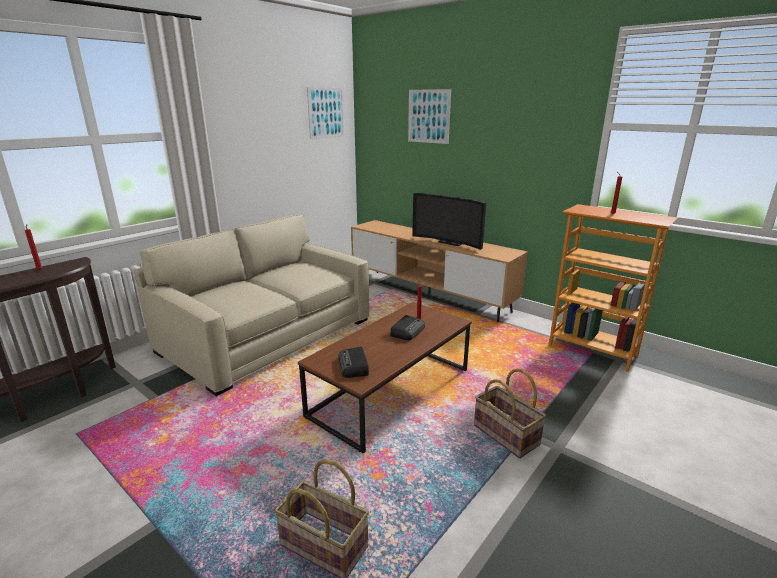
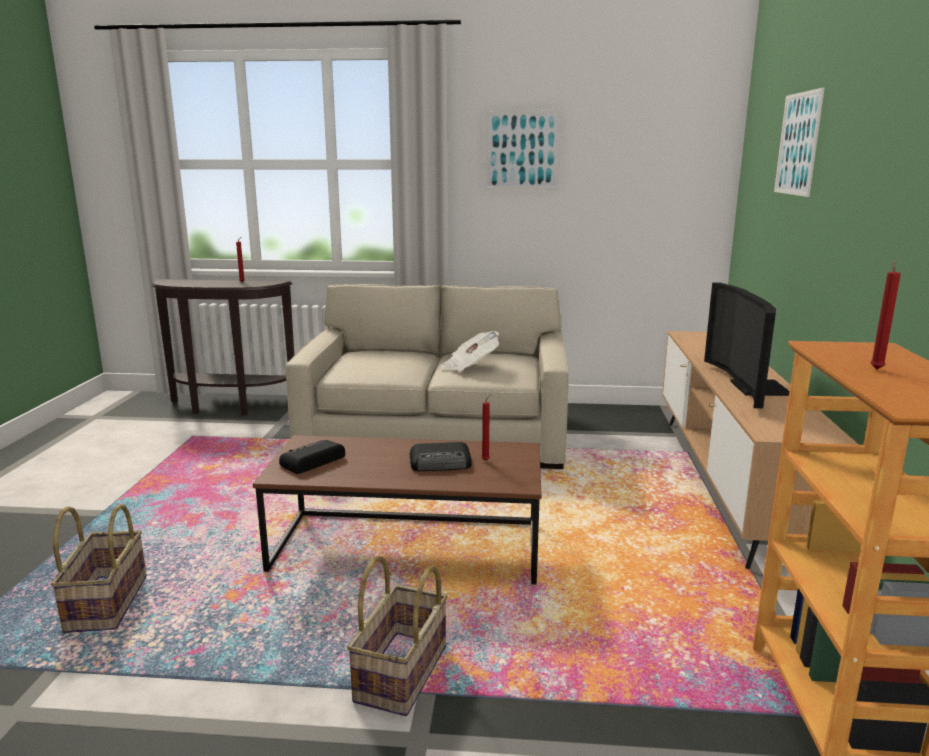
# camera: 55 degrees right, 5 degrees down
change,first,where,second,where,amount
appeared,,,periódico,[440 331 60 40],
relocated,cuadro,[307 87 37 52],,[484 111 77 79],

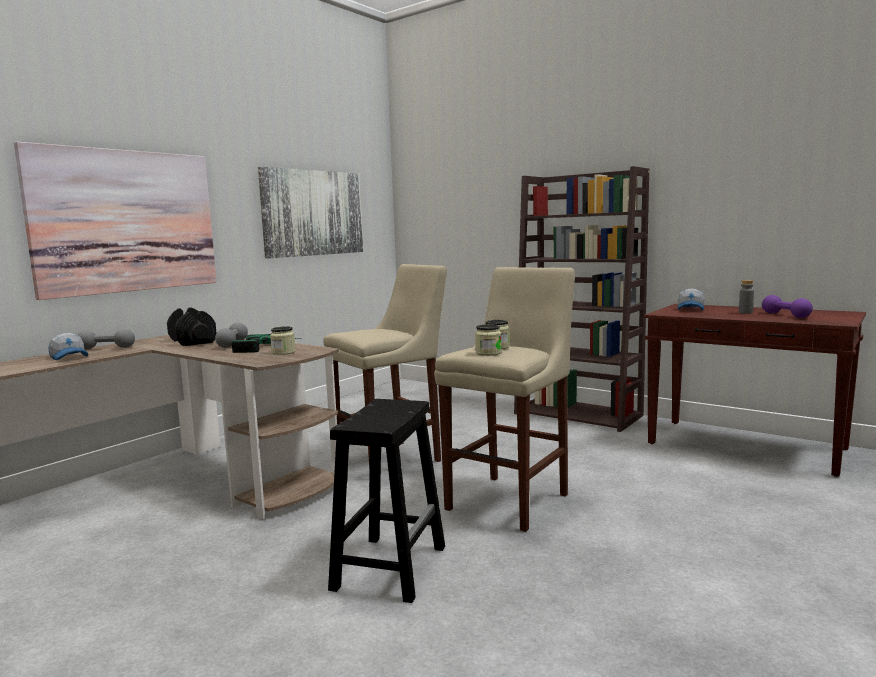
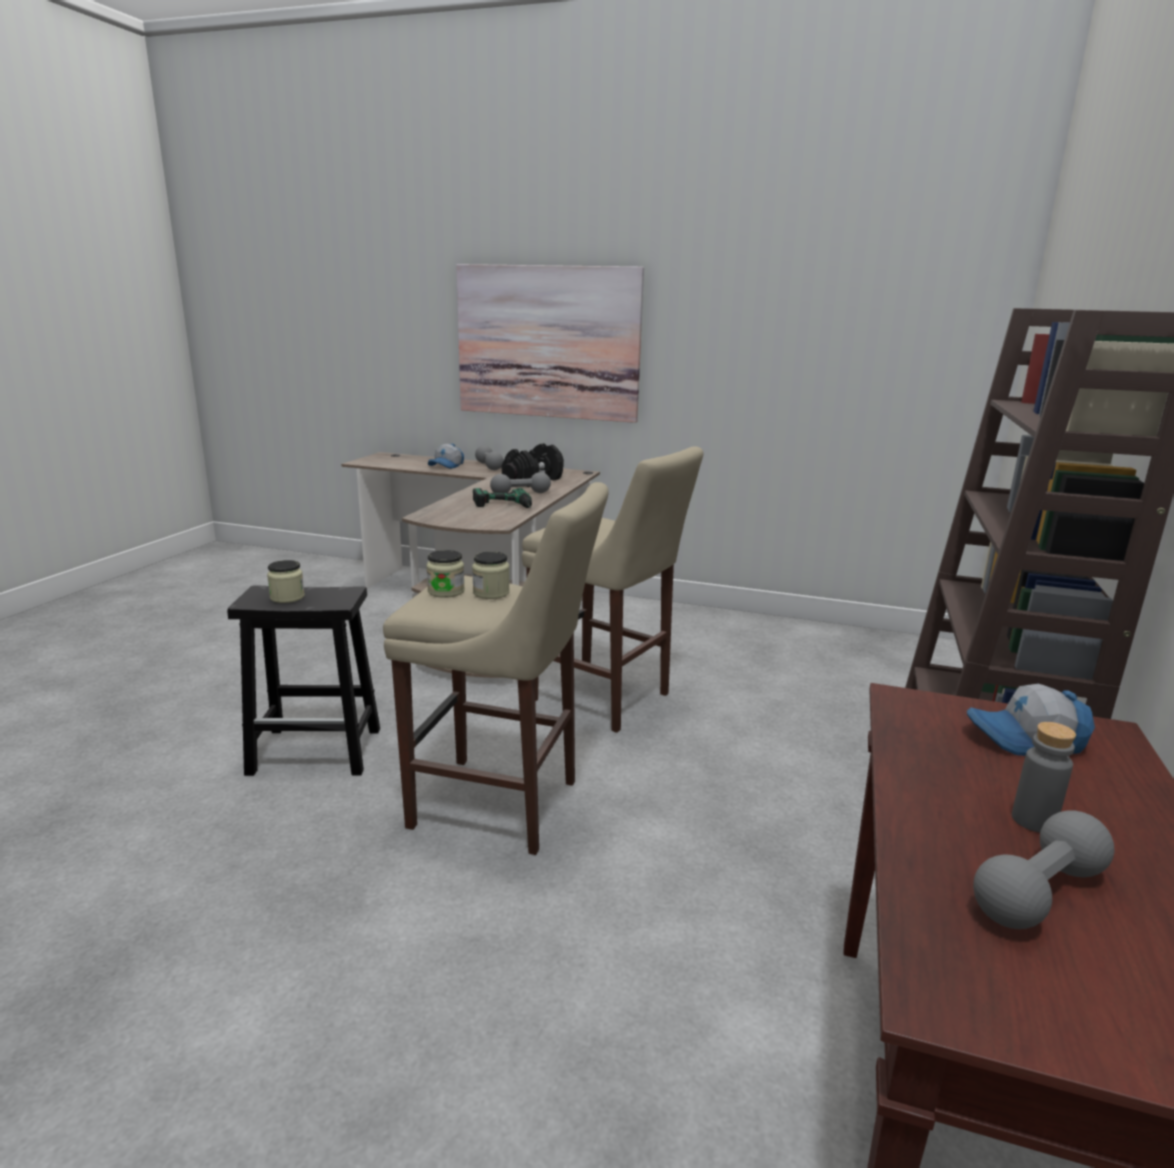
# camera: 70 degrees right, 10 degrees up
change,first,where,second,where,amount
missing,cuadro,[258 167 105 92],,,
relocated,tarro,[270 326 26 29],,[267 560 38 43],
colour,mancuerna [morado],[762 295 51 23],mancuerna [gris],[973 810 141 119],

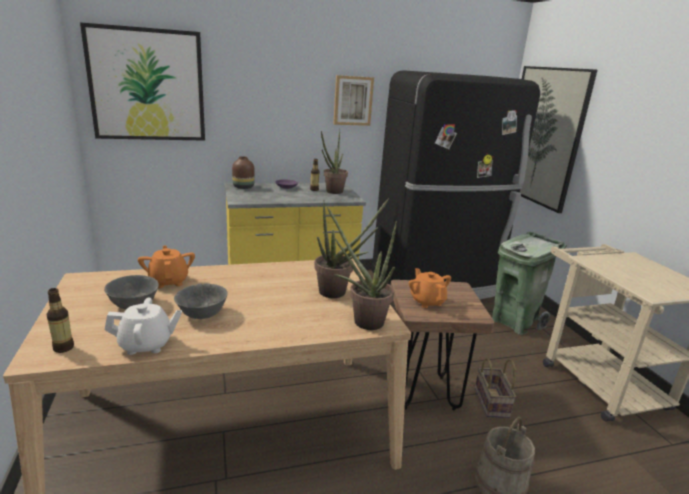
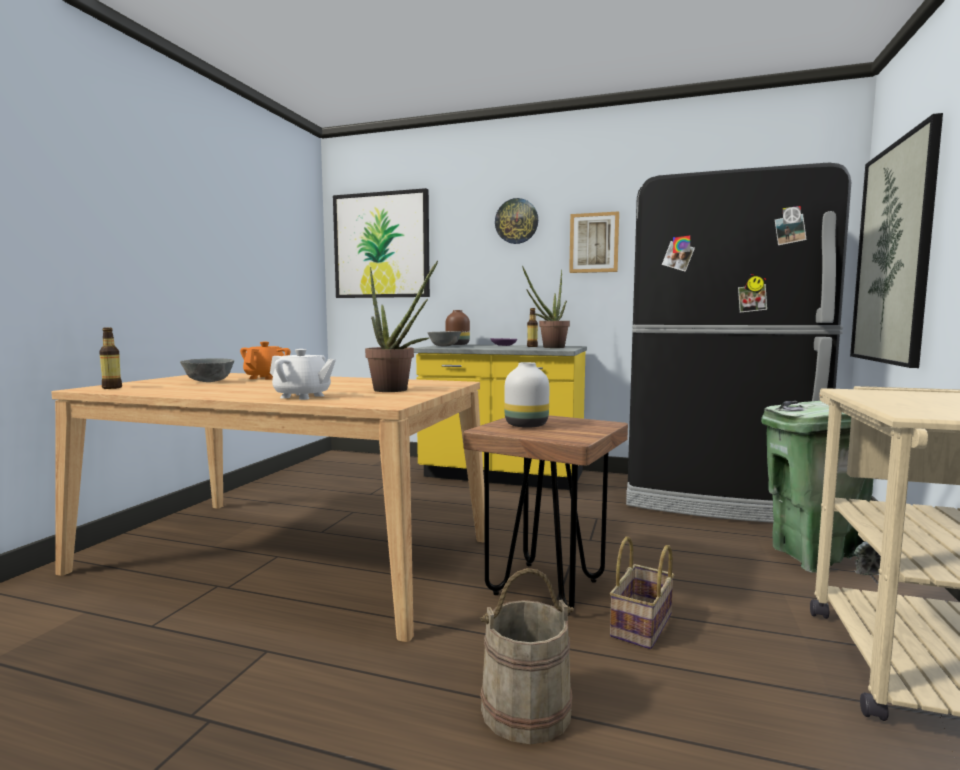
# camera: 35 degrees right, 15 degrees down
change,first,where,second,where,amount
missing,planta en maceta,[327 207 70 123],,,
appeared,,,reloj de pared,[495 198 43 46],
relocated,tetera [blanco],[105 297 77 58],,[270 349 66 51],
relocated,cuenco [gris],[174 283 54 36],,[427 331 35 16],
exchanged,tetera [naranja],[409 268 42 40],florero [blanco],[504 362 45 66],

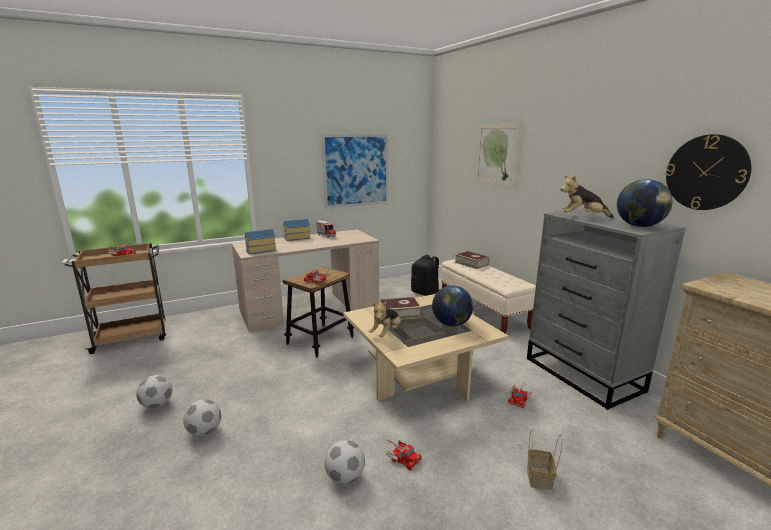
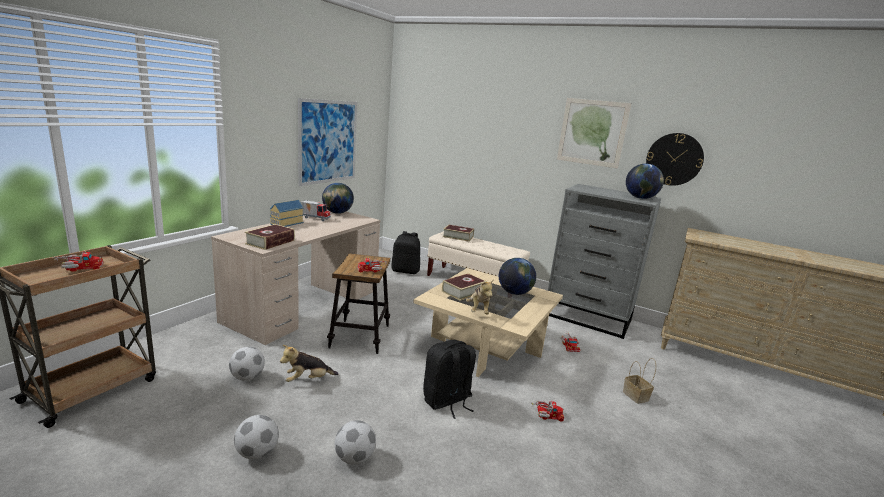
# camera: 35 degrees left, 0 degrees up
change,first,where,second,where,amount
appeared,,,globo terráqueo,[322 183 32 31],
appeared,,,mochila [negro],[423 340 53 79],
relocated,balón de fútbol,[325 440 40 44],,[229 347 36 34],
relocated,cuadro,[475 124 46 64],,[557 98 74 70],
relocated,peluche,[561 175 53 43],,[280 345 58 37],
exchanged,casita,[245 229 31 26],libro,[245 224 50 26],

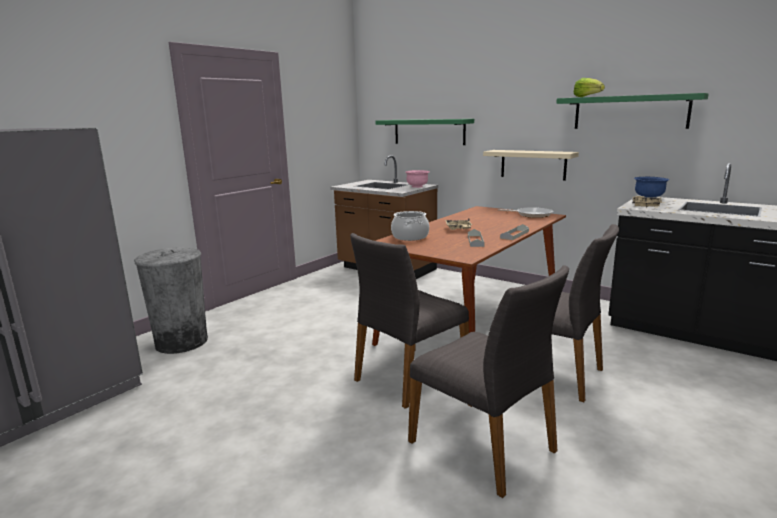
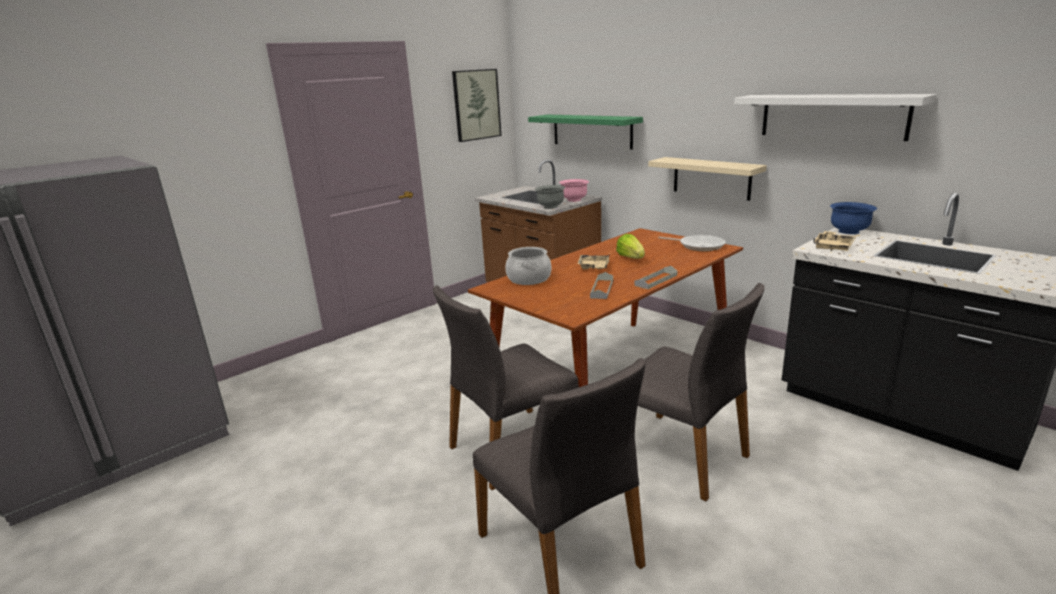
# camera: 10 degrees right, 5 degrees up
change,first,where,second,where,amount
missing,papelera [gris],[134 247 74 107],,,
appeared,,,cuadro,[452 69 50 73],
appeared,,,cuenco [gris],[534 185 32 24],
relocated,lechuga,[573 78 32 19],,[616 234 29 25],
colour,estante [verde],[556 93 153 36],estante [blanco],[734 94 203 47],

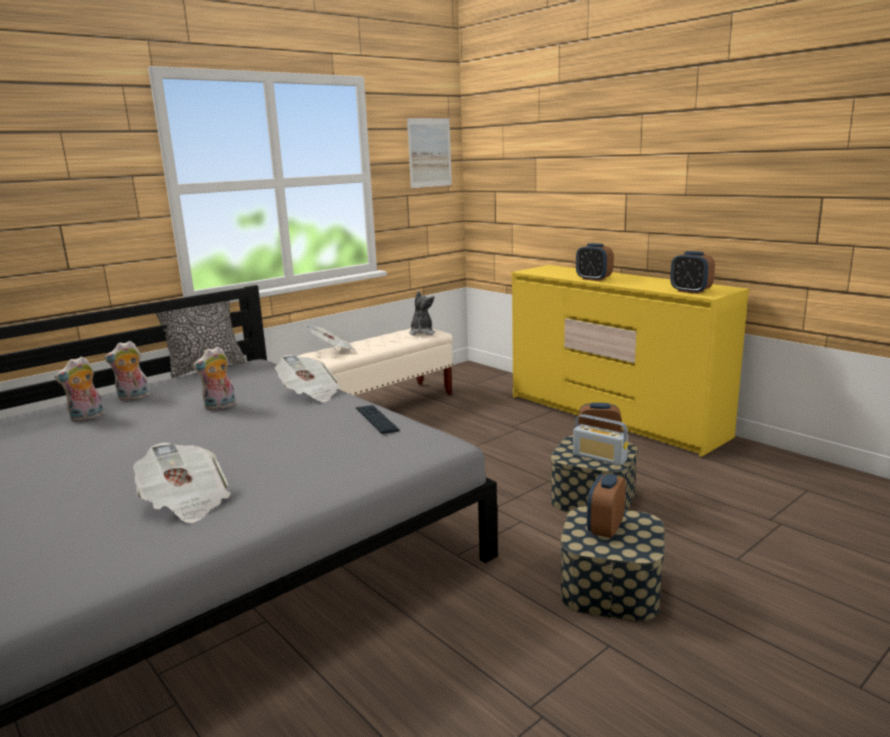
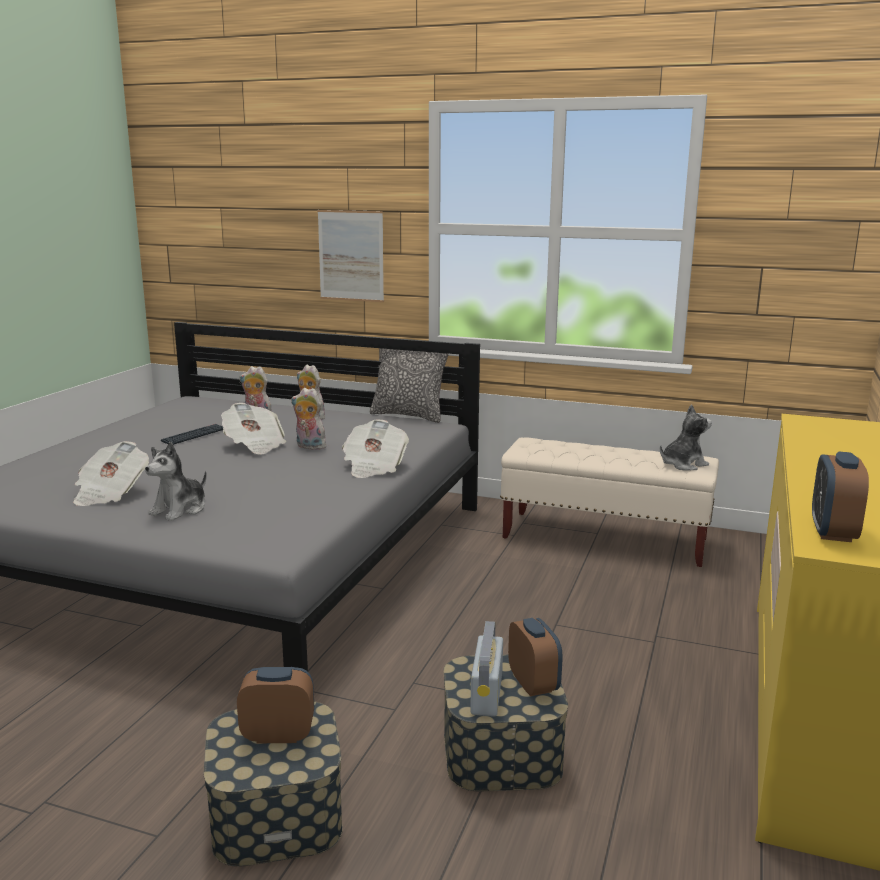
# camera: 60 degrees right, 0 degrees up
change,first,where,second,where,amount
missing,despertador,[576 243 37 38],,,
appeared,,,peluche,[145 442 62 79],
relocated,periódico,[305 325 50 25],,[221 403 65 52],
relocated,teclado,[356 405 44 29],,[161 424 62 21],
relocated,cuadro,[407 117 45 73],,[317 210 67 92],

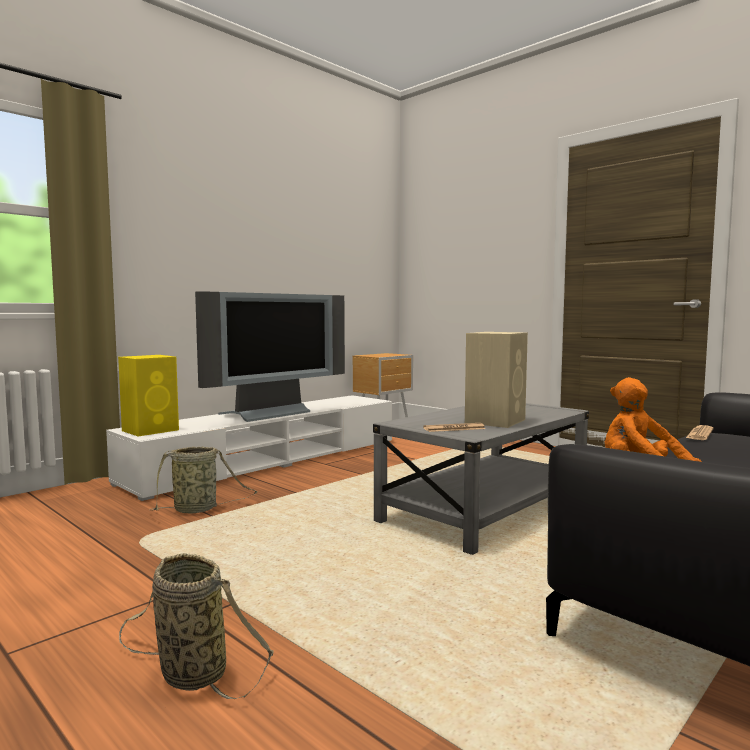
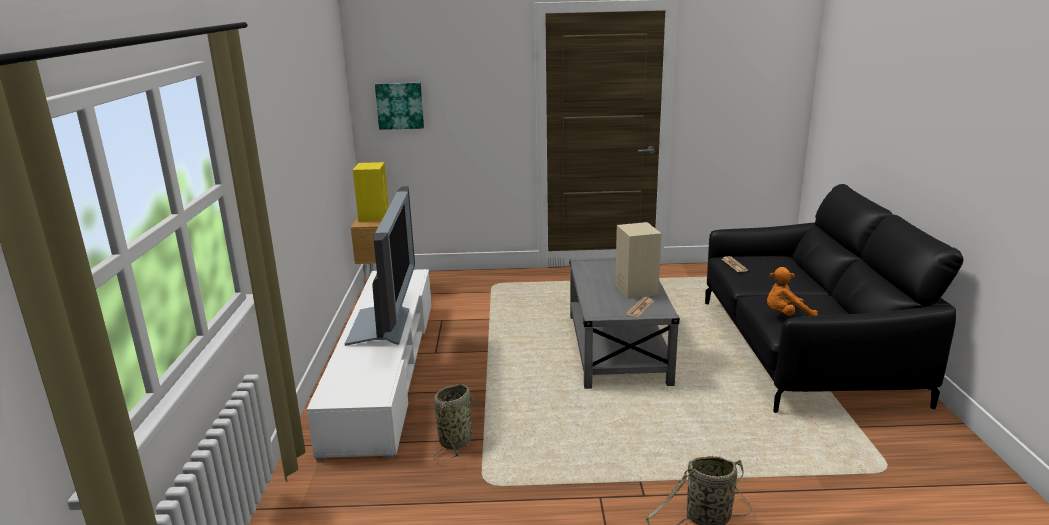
# camera: 45 degrees left, 15 degrees up
change,first,where,second,where,amount
appeared,,,cuadro,[375 82 49 48],
relocated,altavoz [amarillo],[118 355 61 81],,[353 162 36 59],

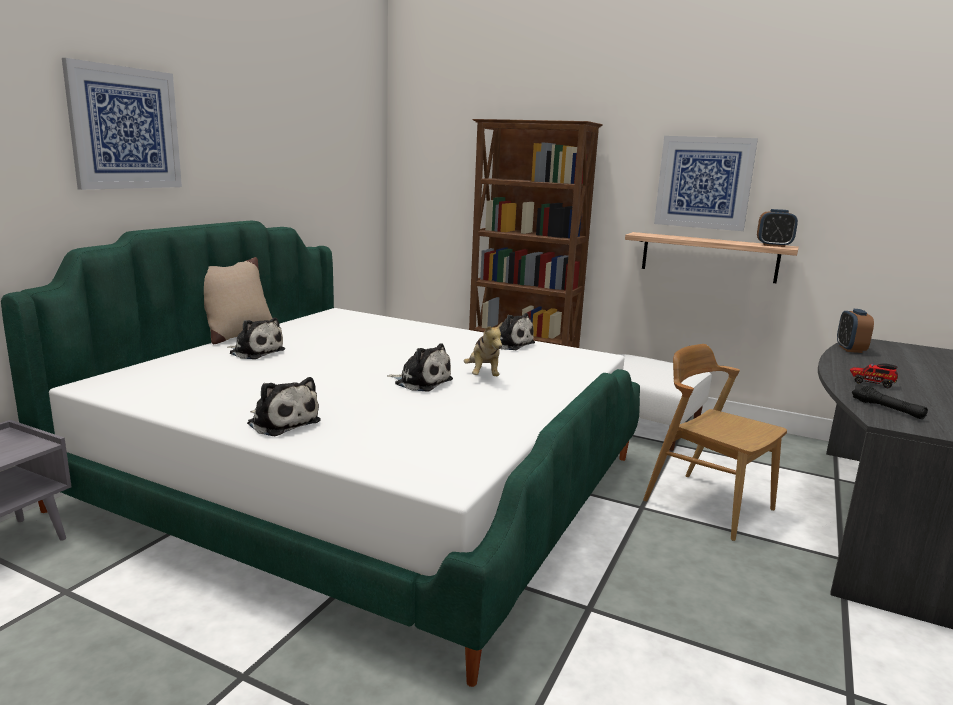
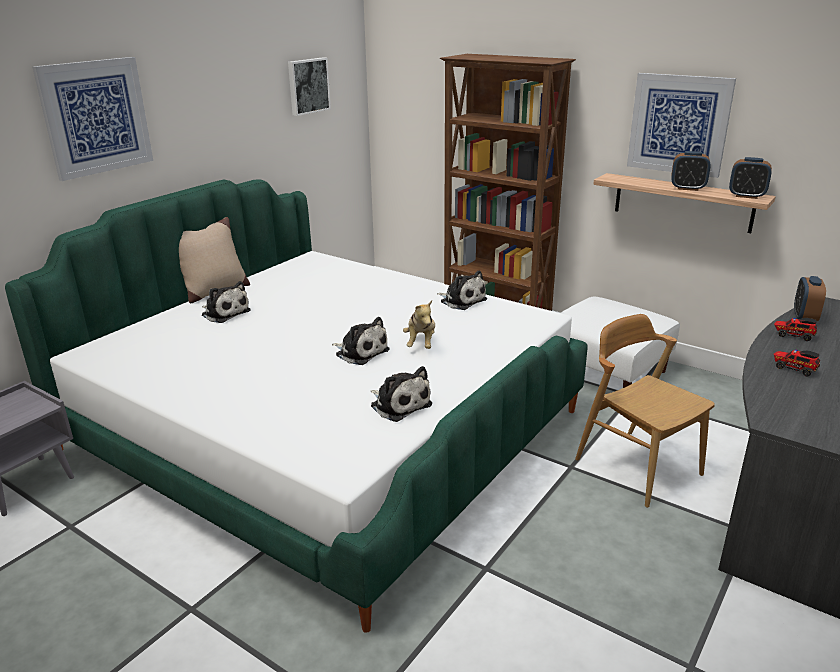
# camera: 10 degrees right, 10 degrees up
change,first,where,second,where,amount
missing,linterna [negro],[852 385 76 34],,,
appeared,,,cuadro,[288 57 43 59],
appeared,,,despertador,[671 151 40 40],
appeared,,,camión de juguete,[774 318 43 23],
relocated,peluche,[247 377 74 59],,[371 366 61 56],

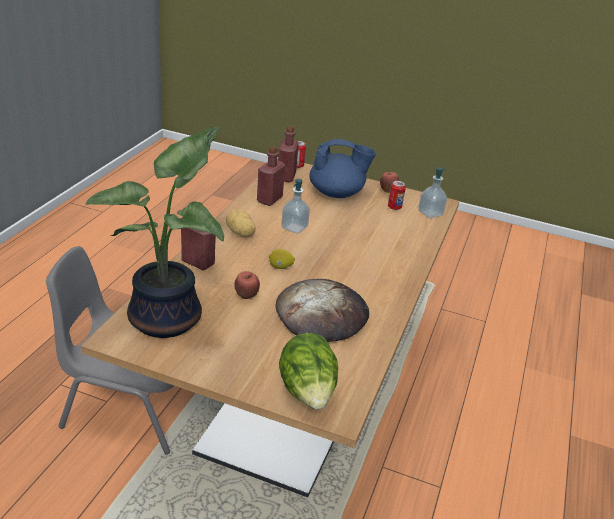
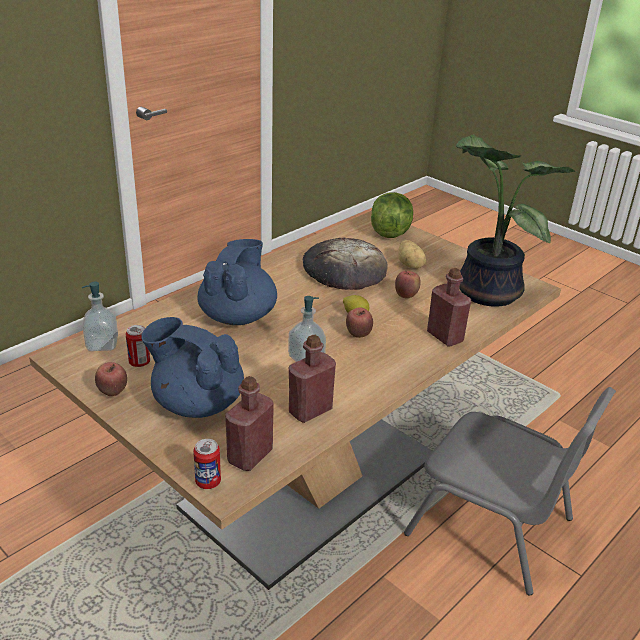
# camera: 155 degrees left, 0 degrees up
change,first,where,second,where,amount
appeared,,,tetera [azul],[197 239 80 86],
appeared,,,manzana,[346 307 27 31],
relocated,patata,[226 209 30 28],,[398 240 28 29],

